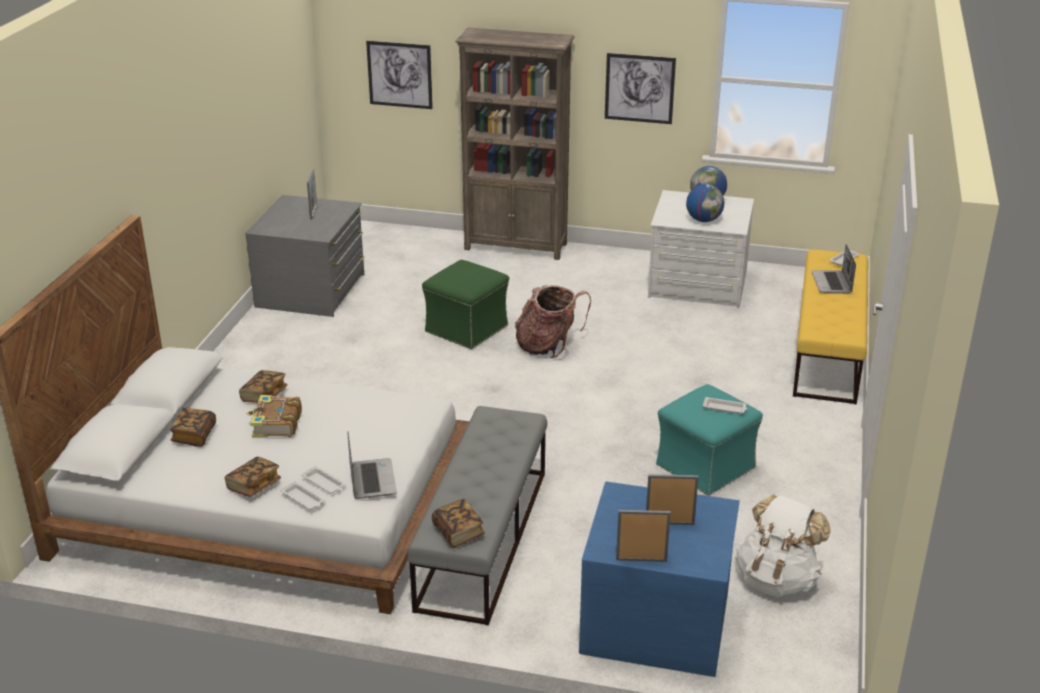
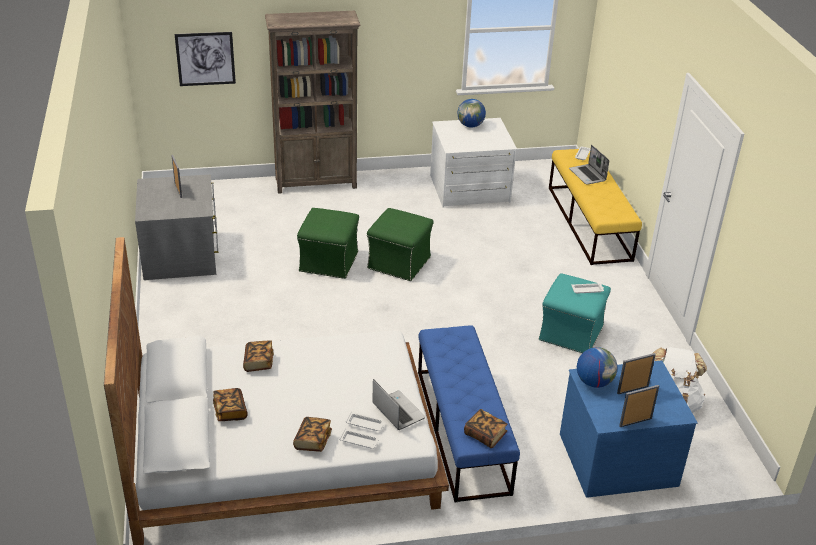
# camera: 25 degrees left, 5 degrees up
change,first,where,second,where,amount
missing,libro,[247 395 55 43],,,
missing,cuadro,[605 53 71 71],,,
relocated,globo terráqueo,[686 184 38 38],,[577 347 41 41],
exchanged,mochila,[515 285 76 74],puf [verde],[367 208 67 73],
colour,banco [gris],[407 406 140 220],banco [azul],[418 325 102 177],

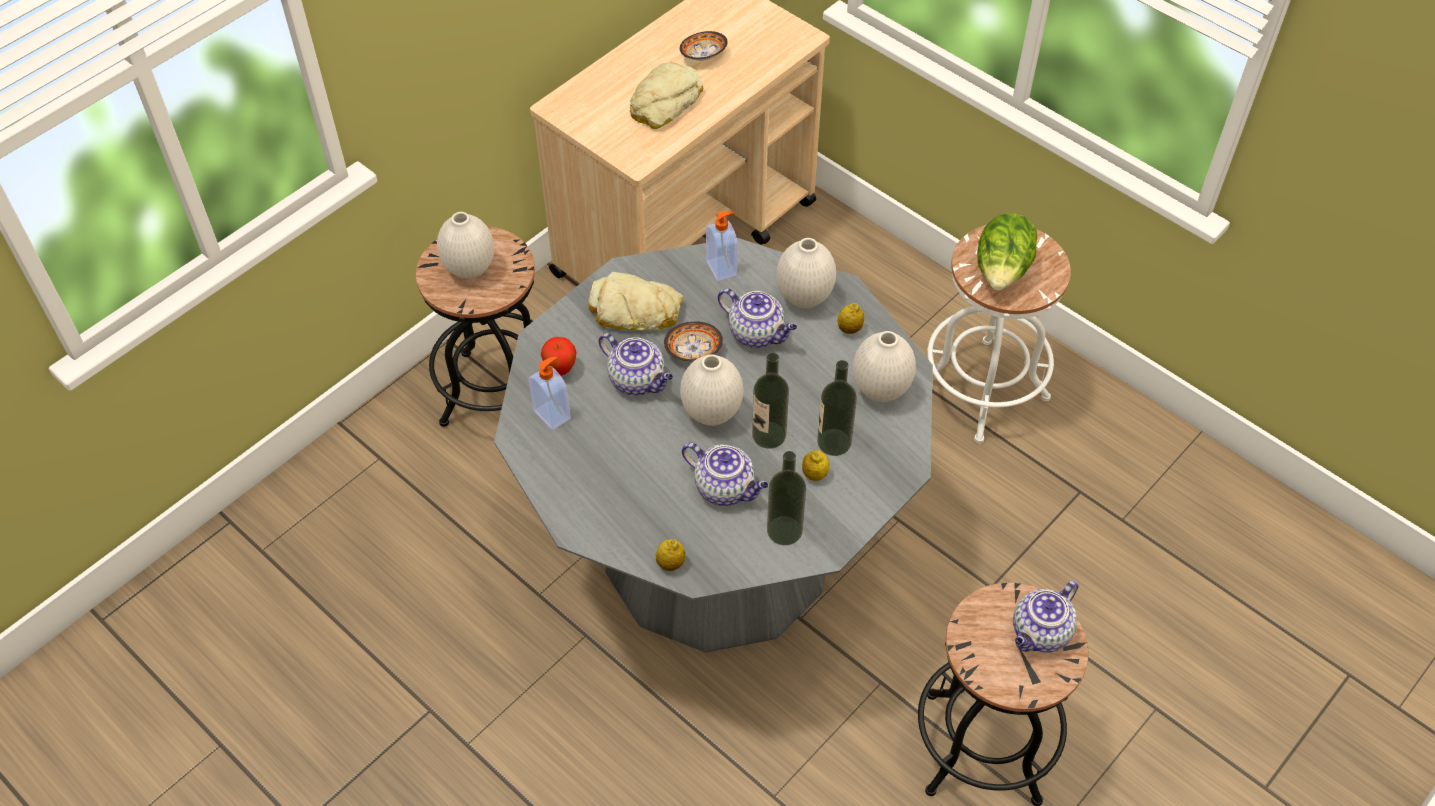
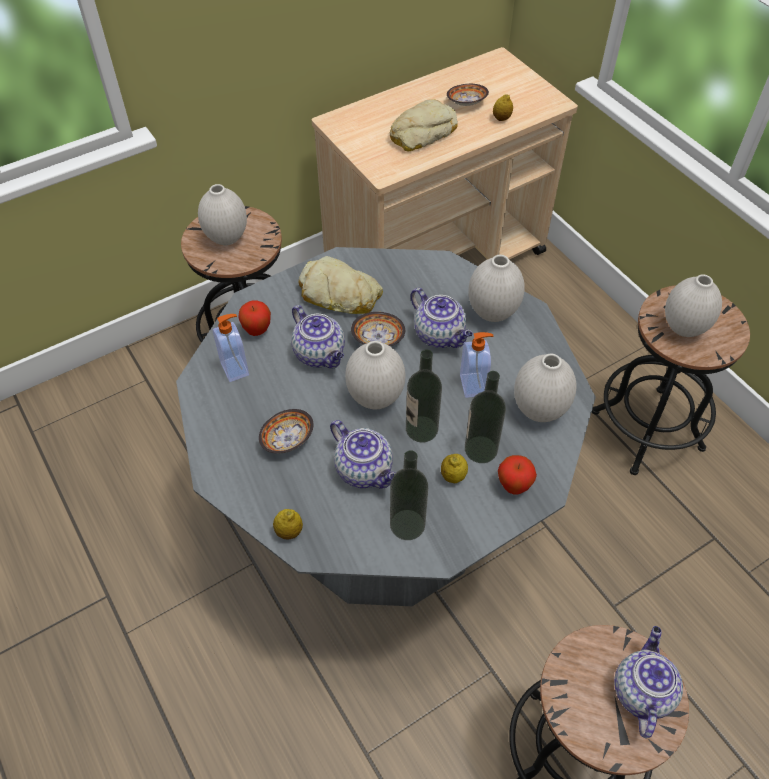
# camera: 15 degrees right, 0 degrees up
change,first,where,second,where,amount
appeared,,,cuenco,[259 409 55 45],
appeared,,,manzana,[498 455 39 39],
relocated,dispensador de jabón,[706 211 31 70],,[460 332 33 66],
relocated,limón,[838 303 26 31],,[493 94 20 27],
exchanged,lechuga,[977 213 60 77],florero [blanco],[665 274 57 63],
colour,taburete [blanco],[927 225 144 218],taburete [negro],[592 285 158 190],
spun,tetera,[1013 580 65 72],,[614 626 69 112],135 degrees clockwise

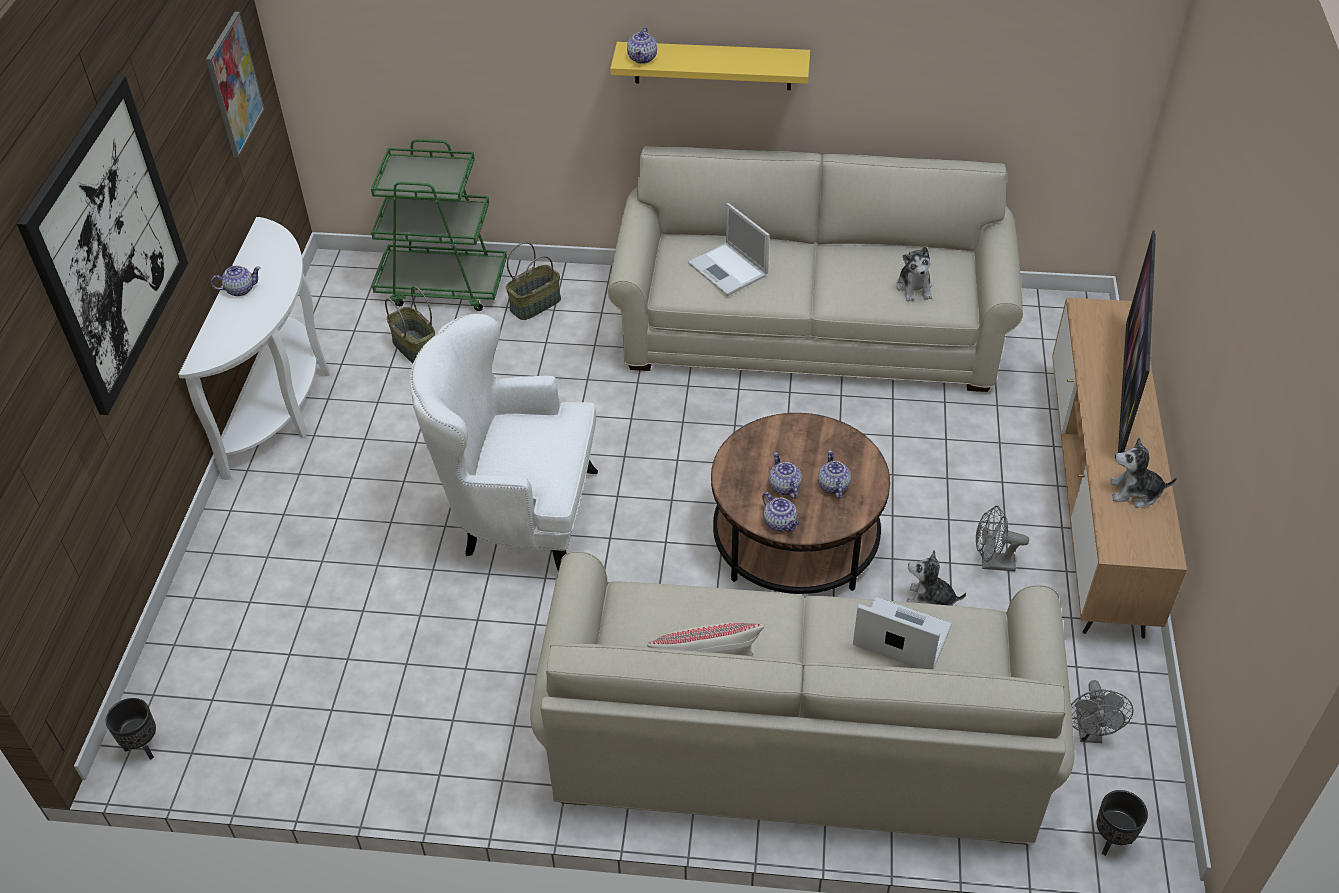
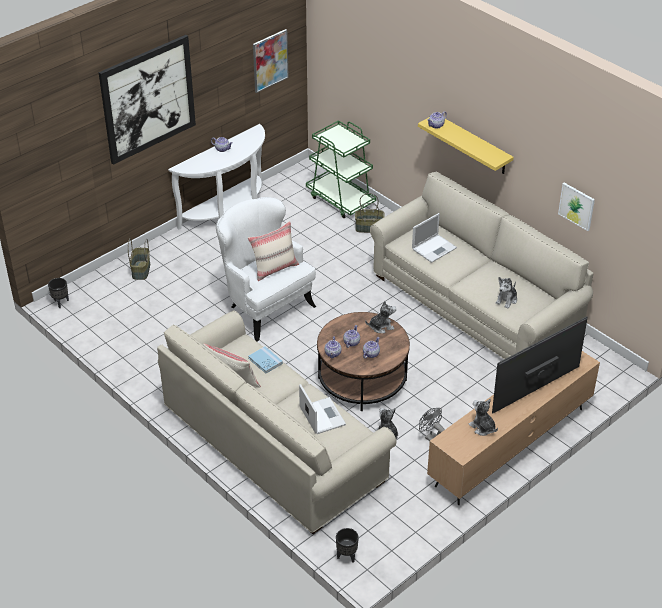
# camera: 40 degrees right, 5 degrees down
change,first,where,second,where,amount
missing,ventilador [gris],[1071 680 62 63],,,
appeared,,,cojín [beis],[248 221 51 60],
appeared,,,libro [azul],[248 346 35 27],
appeared,,,peluche,[365 301 31 32],
appeared,,,cuadro,[558 183 37 48],
relocated,cesta,[385 286 50 77],,[128 238 22 42],
spun,portátil,[688 203 82 93],,[412 213 45 50],135 degrees counterclockwise

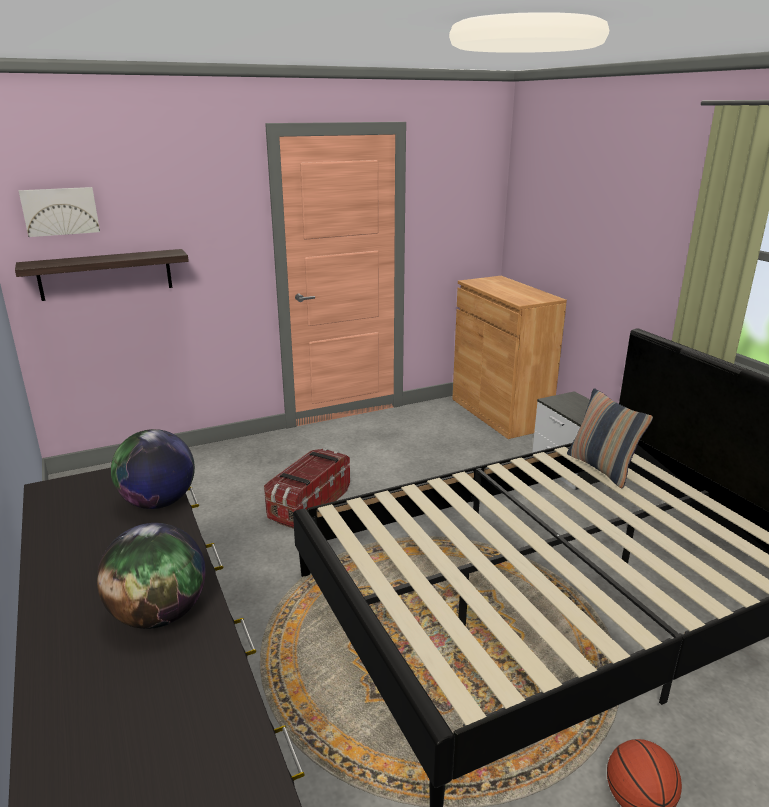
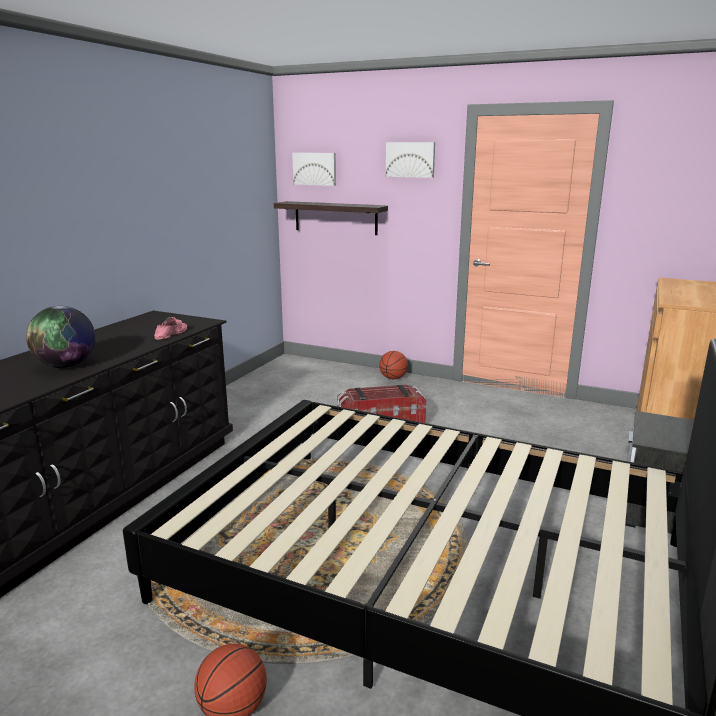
# camera: 50 degrees right, 5 degrees down
change,first,where,second,where,amount
missing,cojín,[567 388 86 100],,,
appeared,,,balón de baloncesto,[379 351 29 28],
appeared,,,cuadro,[386 142 49 36],
exchanged,globo terráqueo,[111 429 84 80],zapato [rosa],[154 317 33 23],

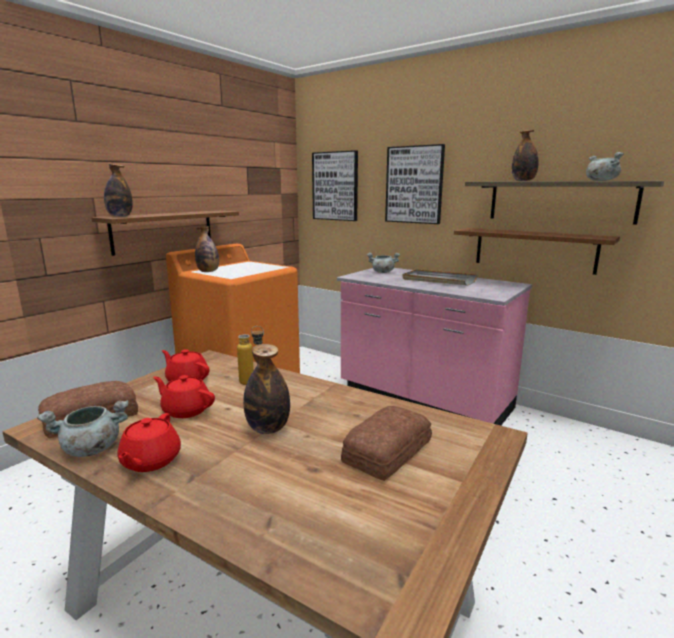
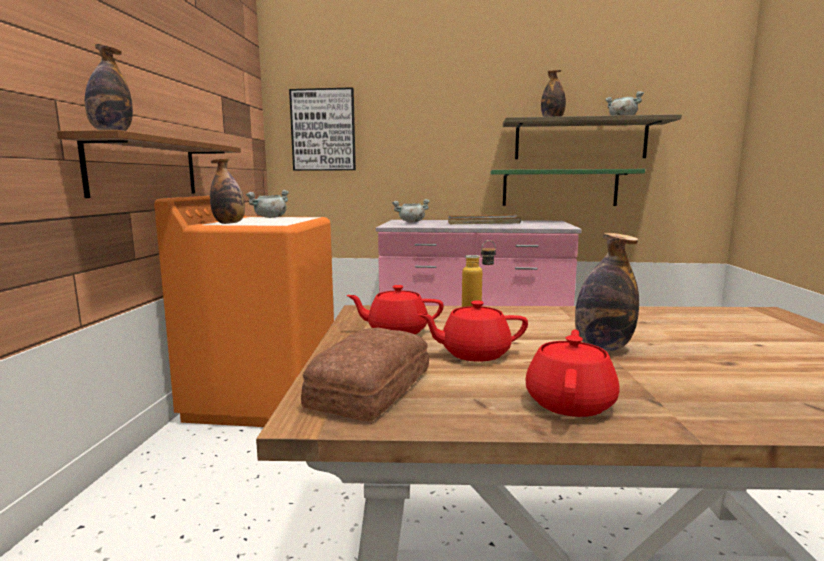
# camera: 30 degrees left, 5 degrees down
change,first,where,second,where,amount
missing,pan,[341 406 91 75],,,
missing,cuadro,[385 144 60 80],,,
relocated,olla [gris],[37 400 92 57],,[246 190 43 28],
colour,estante [marrón],[454 228 166 47],estante [verde],[491 169 154 37],
spun,tetera [rojo],[117 413 64 59],,[526 330 94 87],135 degrees counterclockwise

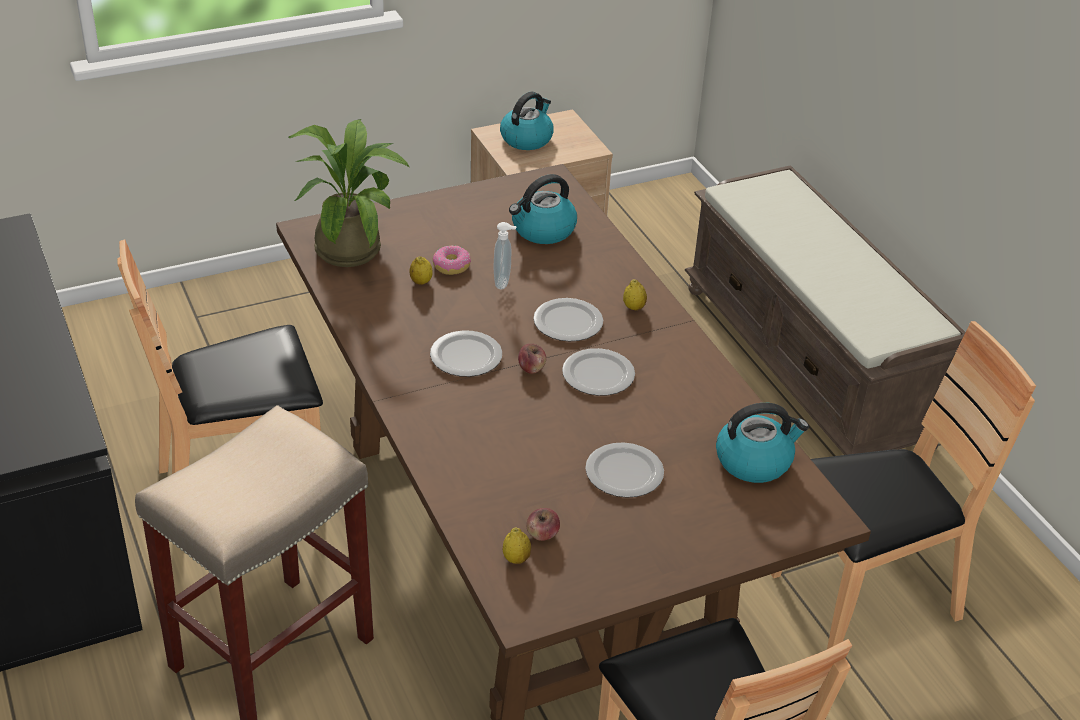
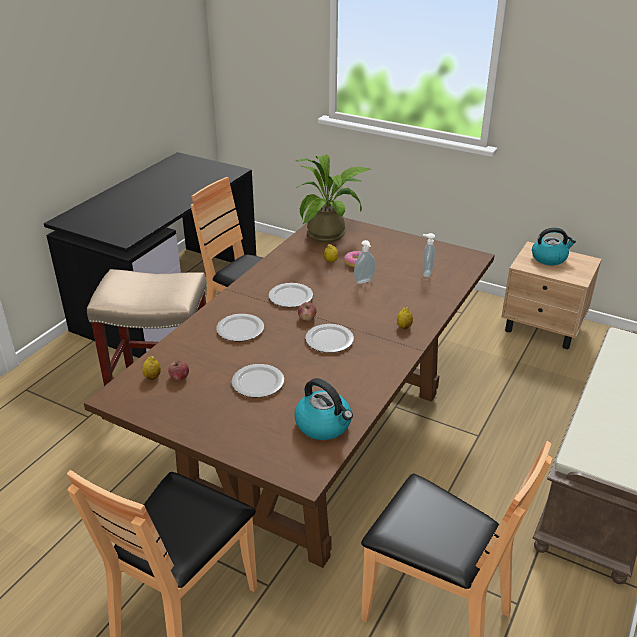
# camera: 55 degrees right, 5 degrees down
change,first,where,second,where,amount
relocated,plato,[533 298 70 43],,[216 314 48 27],
exchanged,hervidor,[509 174 68 70],dispensador de jabón,[423 233 12 44],

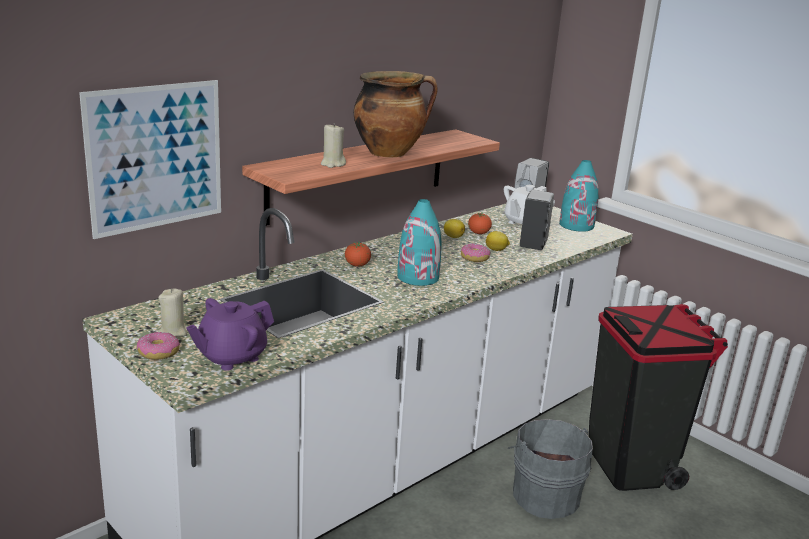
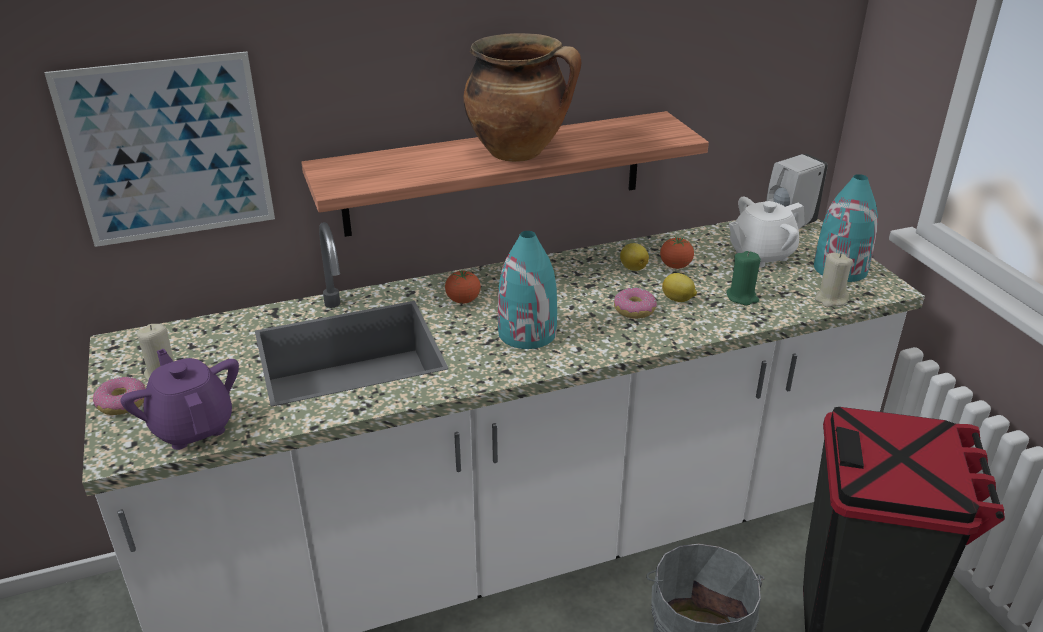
# camera: 25 degrees right, 10 degrees up
change,first,where,second,where,amount
relocated,vela [beis],[321 123 25 45],,[815 253 38 54],
exchanged,dispensador de jabón [blanco],[520 190 34 60],vela [verde],[726 251 35 55],
spun,tetera [morado],[186 298 88 73],,[121 349 118 101],75 degrees clockwise

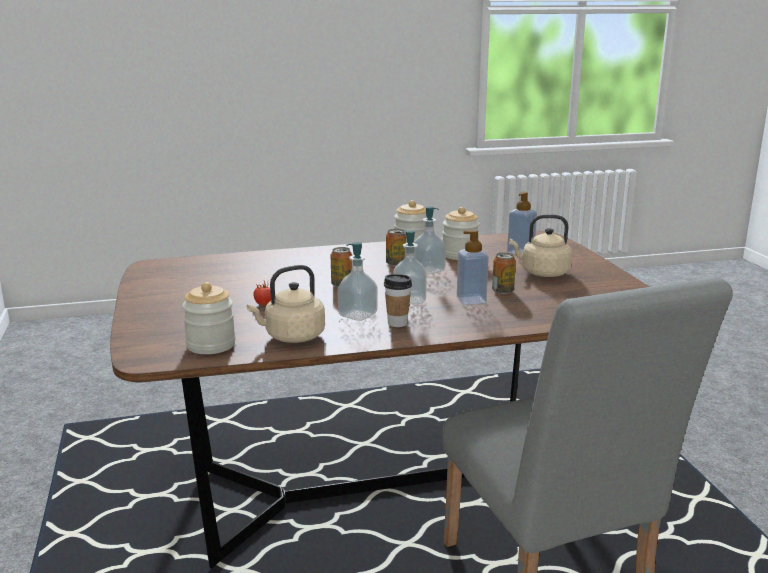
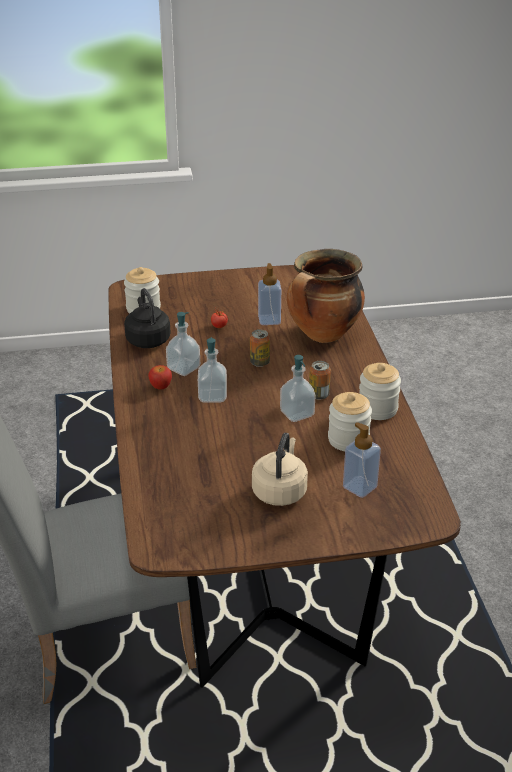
# camera: 95 degrees right, 15 degrees up
change,first,where,second,where,amount
missing,lata,[492 252 24 42],,,
appeared,,,olla,[287 249 78 94],
relocated,dispensador de jabón,[457 230 32 75],,[258 263 23 62],
exchanged,taza,[384 274 28 53],manzana,[148 365 24 25],
colour,hervidor [beis],[247 265 78 78],hervidor [negro],[124 288 47 60],

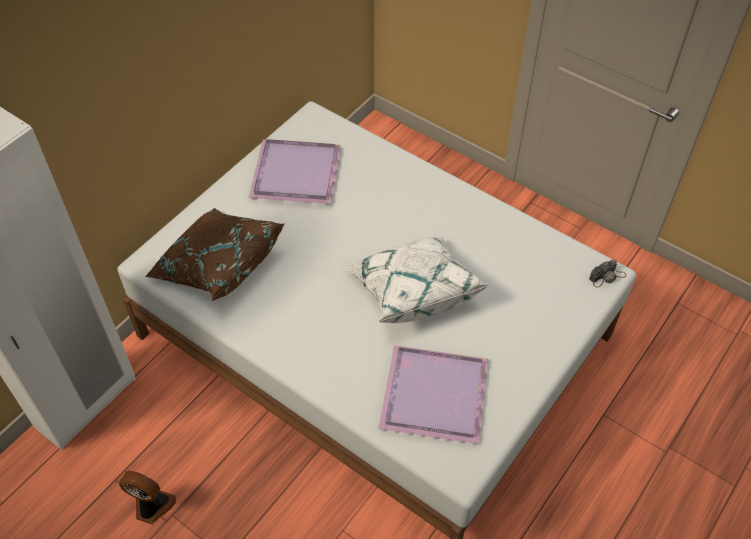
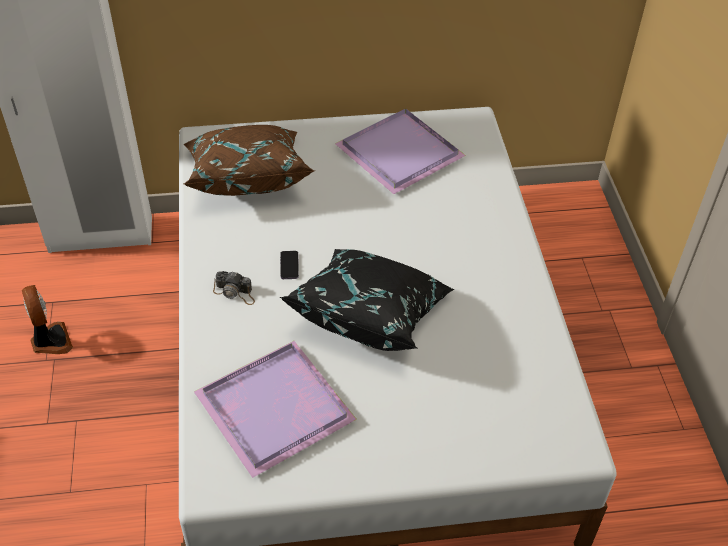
# camera: 45 degrees right, 5 degrees down
change,first,where,second,where,amount
appeared,,,móvil,[280 251 19 28],
relocated,cámara,[589 260 37 27],,[213 271 42 34],
colour,cojín [blanco],[345 236 144 87],cojín [negro],[280 249 174 102],

